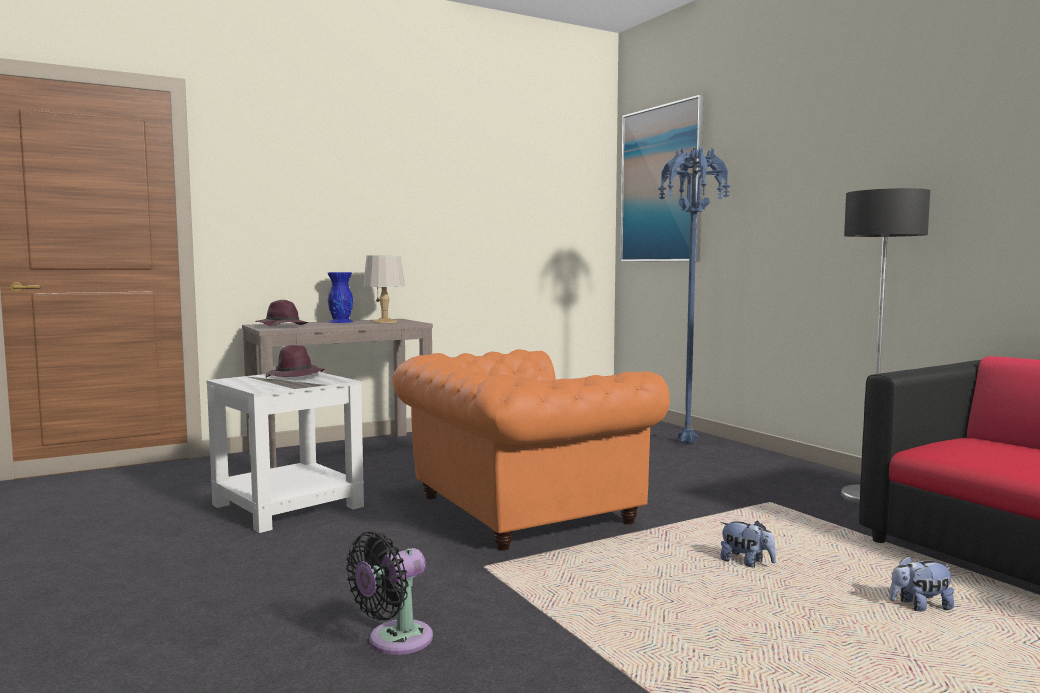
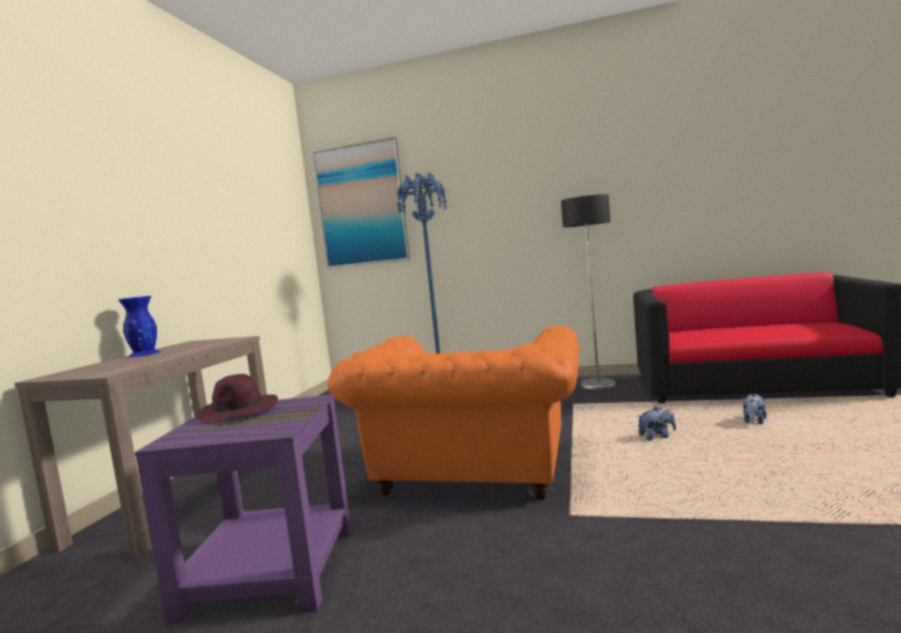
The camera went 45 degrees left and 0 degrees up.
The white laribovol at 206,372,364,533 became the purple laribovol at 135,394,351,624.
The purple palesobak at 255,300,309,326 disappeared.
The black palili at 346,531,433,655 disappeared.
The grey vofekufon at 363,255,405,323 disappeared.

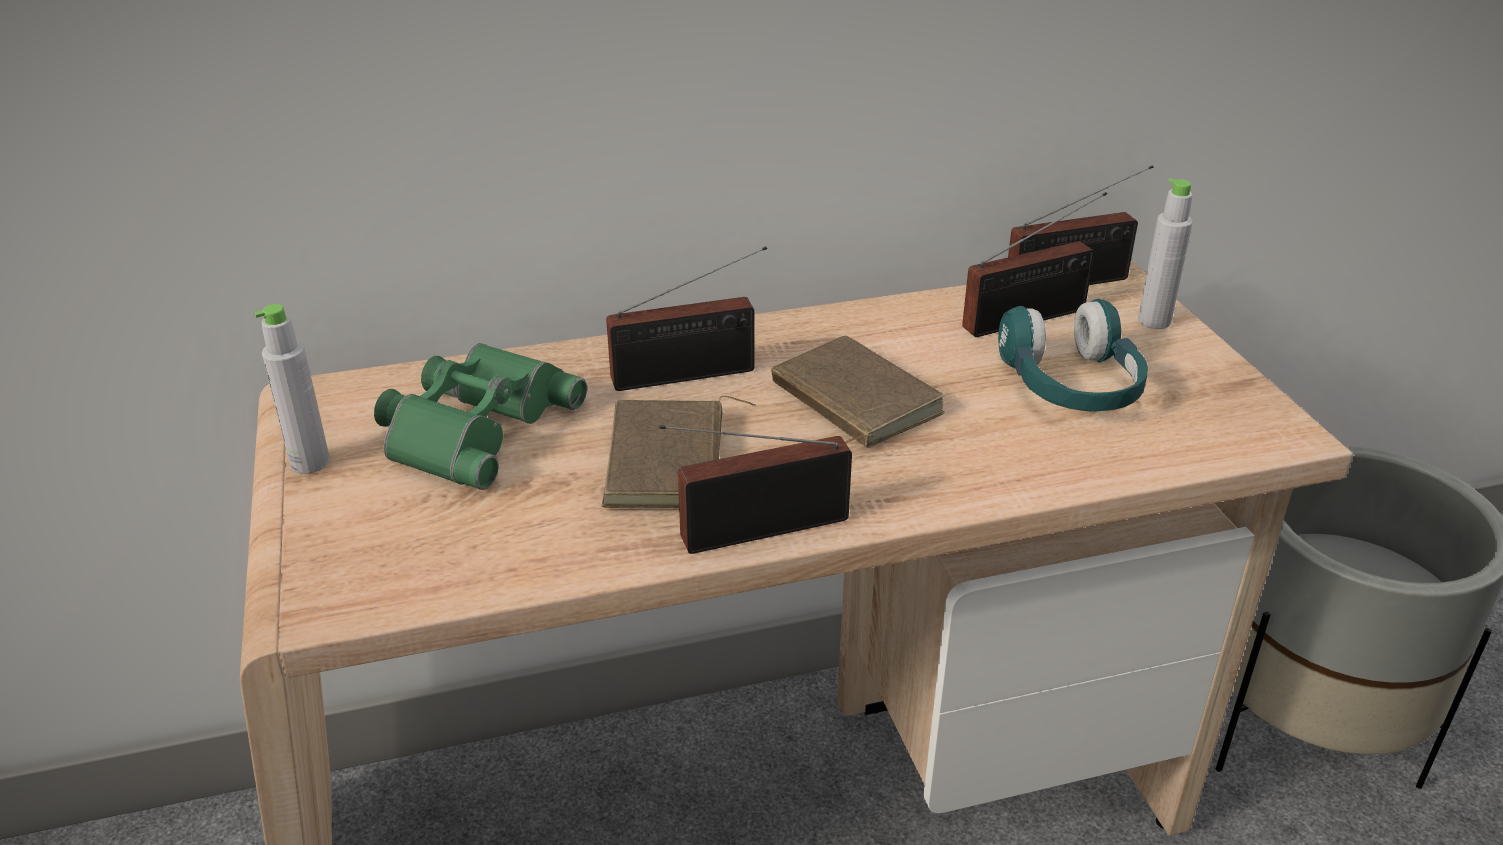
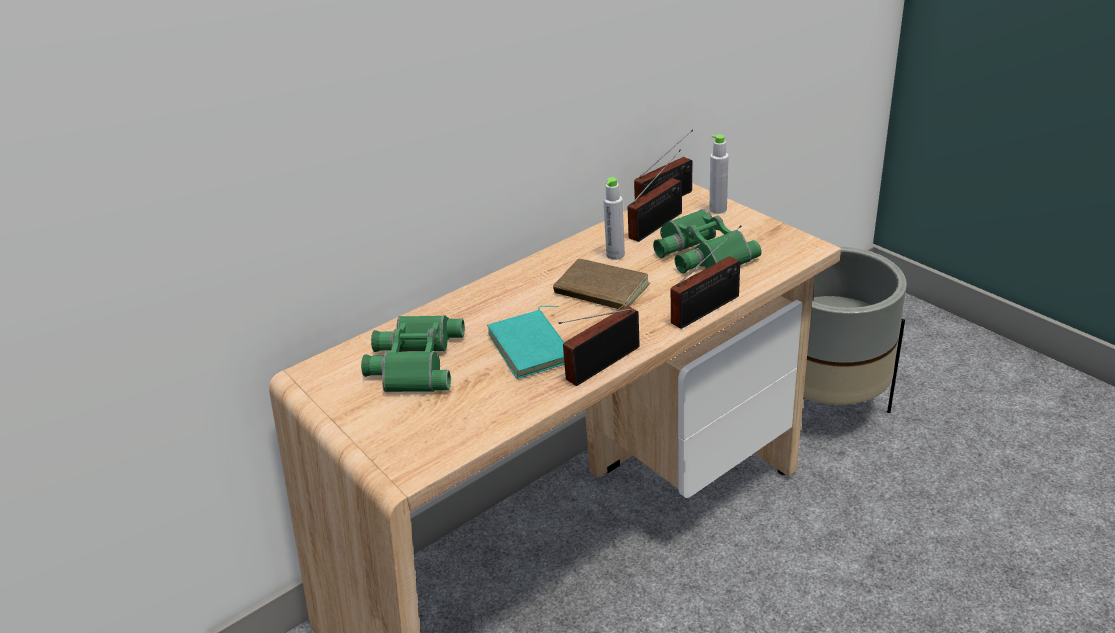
The camera went 20 degrees left and 0 degrees up.
The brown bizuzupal at 602,396,756,508 became the turquoise bizuzupal at 487,306,565,379.
The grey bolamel moved from 254,304,330,474 to 603,177,625,260.
The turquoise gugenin at 998,299,1148,412 was replaced by the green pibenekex at 653,209,761,274.
The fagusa moved from 606,246,767,391 to 671,225,742,329.

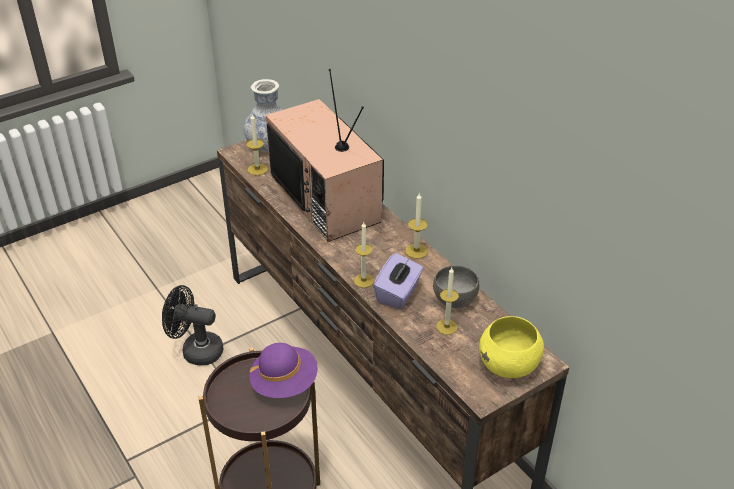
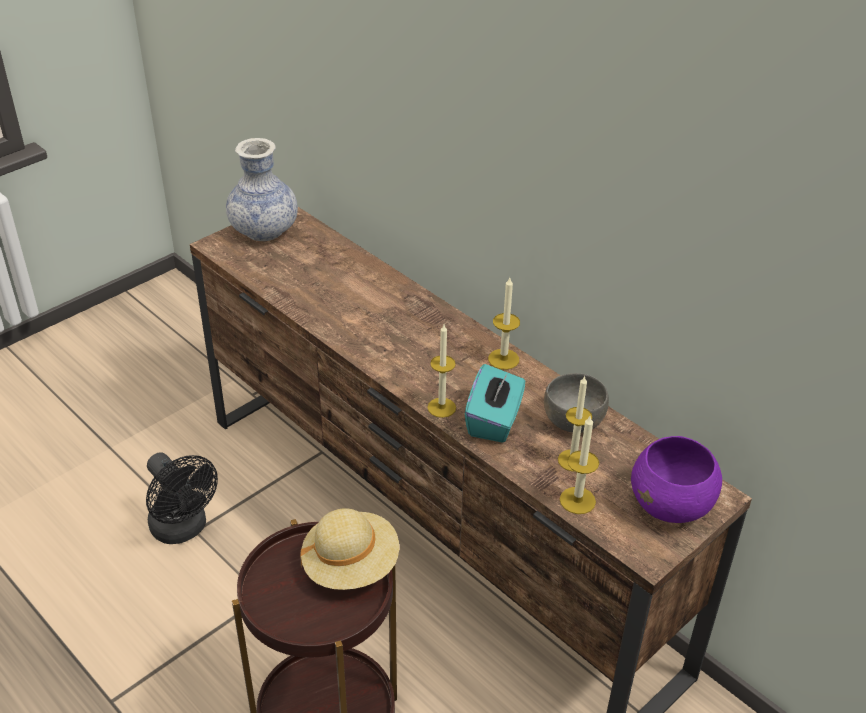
The camera went 10 degrees left and 0 degrees up.
The black palili at 162,285,223,365 turned 135 degrees counterclockwise.
The purple palesobak at 250,343,318,398 became the beige palesobak at 300,508,399,590.
The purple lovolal at 373,253,423,309 became the turquoise lovolal at 465,364,525,443.
The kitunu moved from 246,114,268,175 to 560,416,599,514.
The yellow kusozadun at 479,316,544,378 became the purple kusozadun at 631,436,722,523.
The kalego at 266,69,384,242 disappeared.

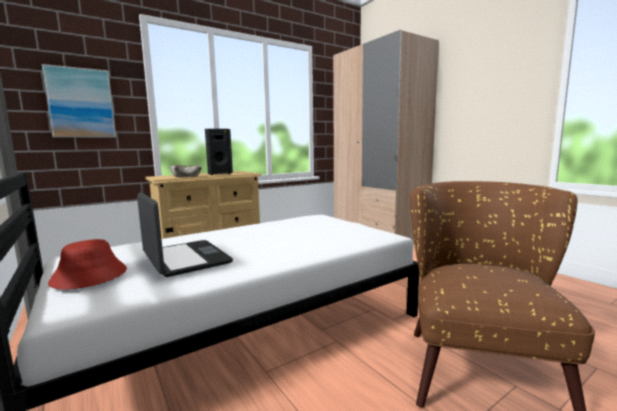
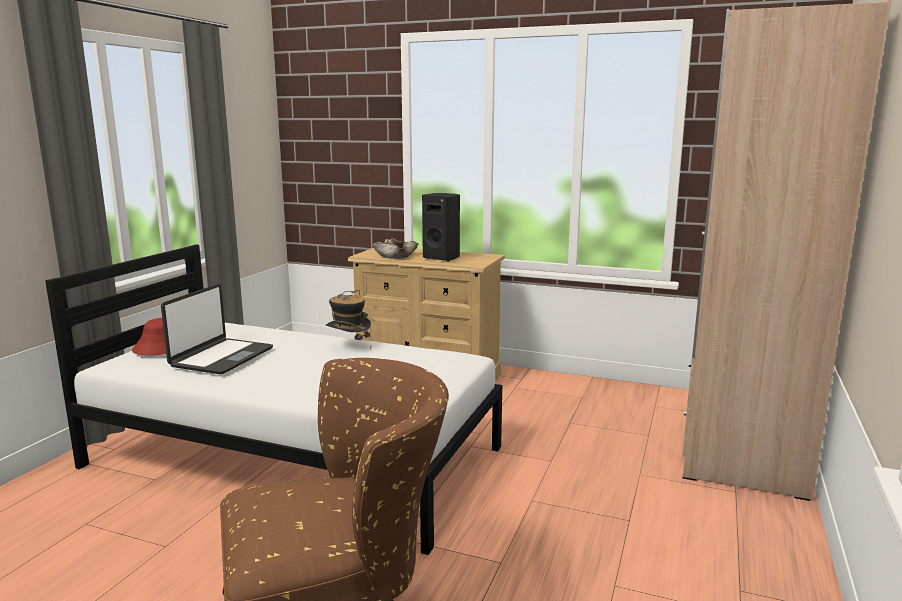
The camera went 55 degrees right and 5 degrees up.
The palesobak at 326,290,371,340 appeared.
The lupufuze at 41,64,116,138 disappeared.

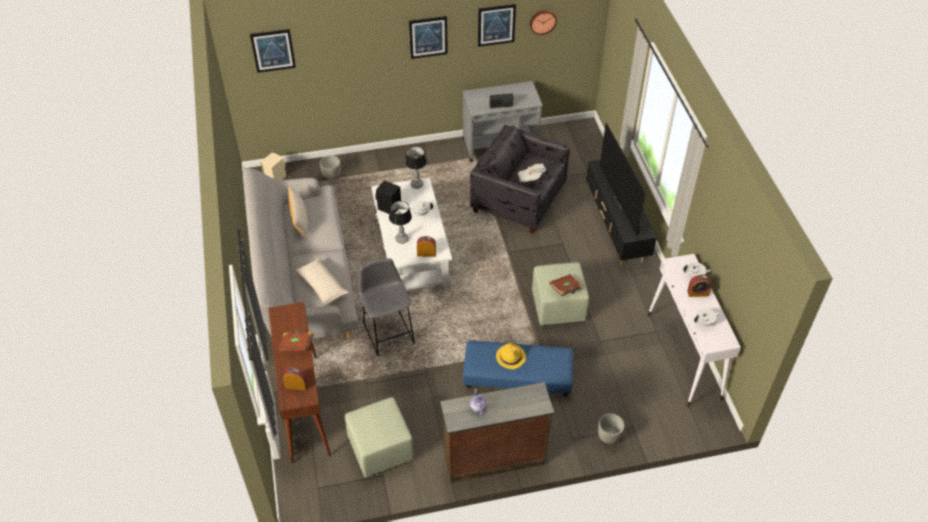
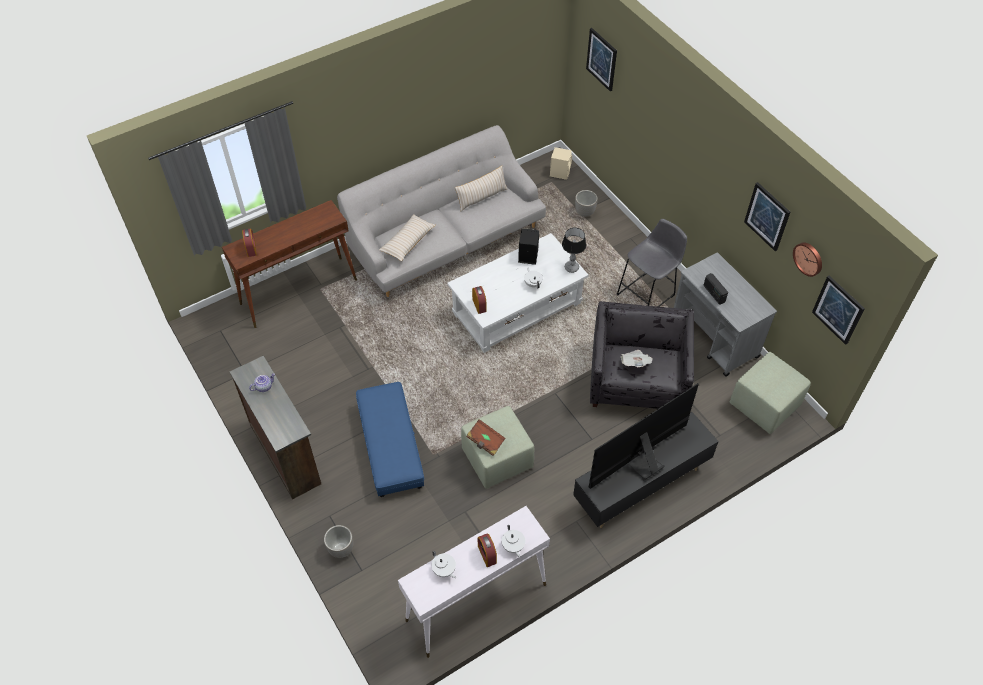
The camera went 70 degrees right and 5 degrees up.
The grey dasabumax moved from 359,258,415,356 to 616,219,687,307.
The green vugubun moved from 345,397,414,478 to 729,352,811,434.
The lupufuze moved from 409,16,448,59 to 812,276,865,345.
The brown bizuzupal at 278,331,314,352 disappeared.
The vofekufon at 389,201,412,244 disappeared.
The yellow palesobak at 496,343,526,369 disappeared.

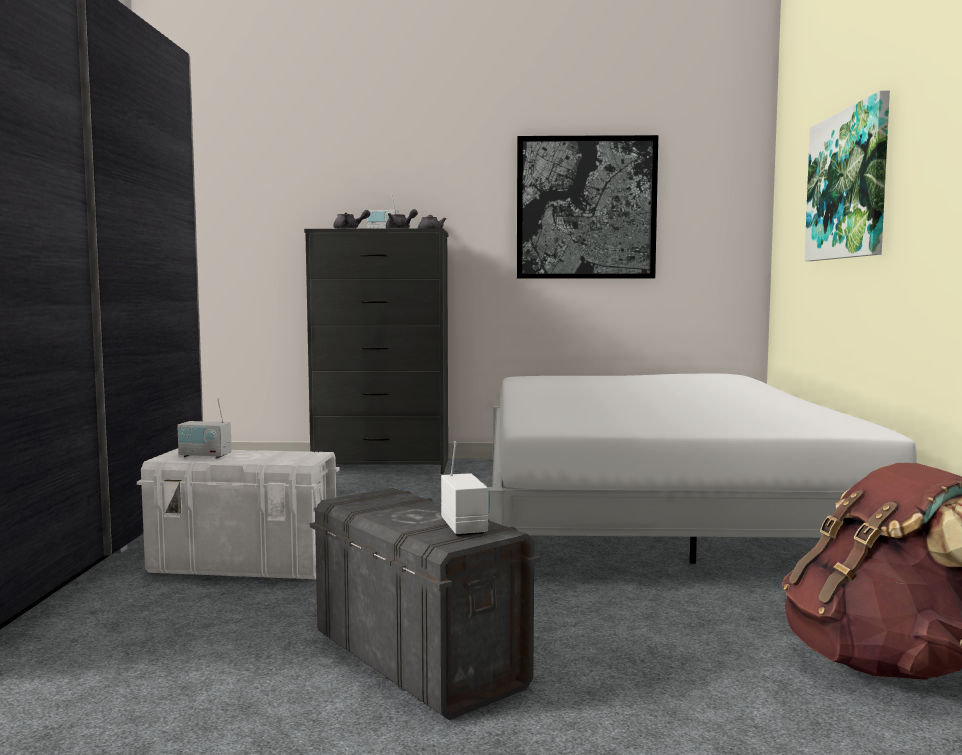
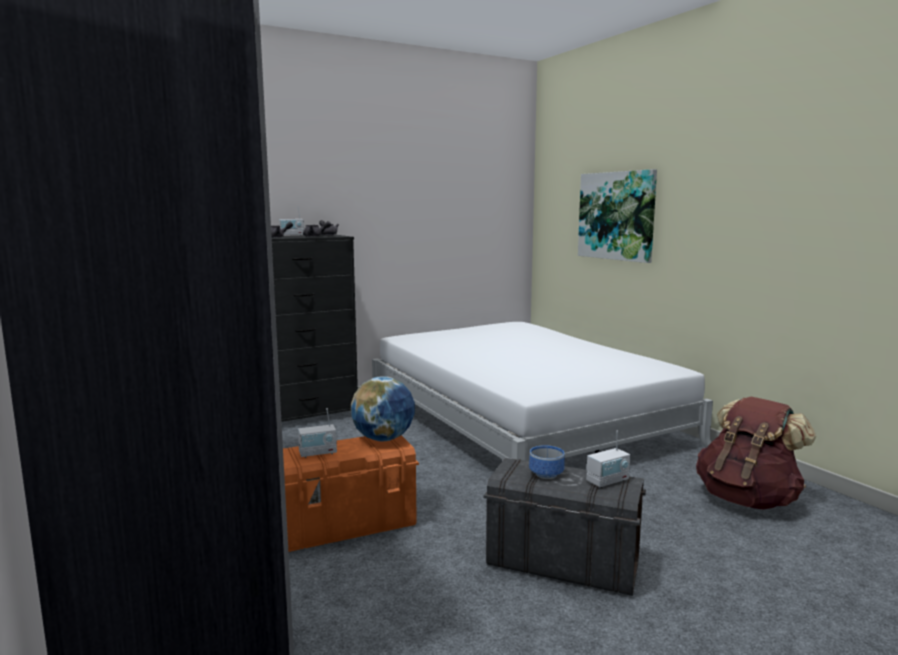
The camera went 30 degrees left and 5 degrees up.
The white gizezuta at 137,449,340,579 became the orange gizezuta at 283,435,419,552.
The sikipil at 351,376,415,441 appeared.
The kusozadun at 529,445,565,479 appeared.
The fagusa at 441,441,490,536 turned 105 degrees clockwise.
The lupufuze at 517,135,658,279 disappeared.

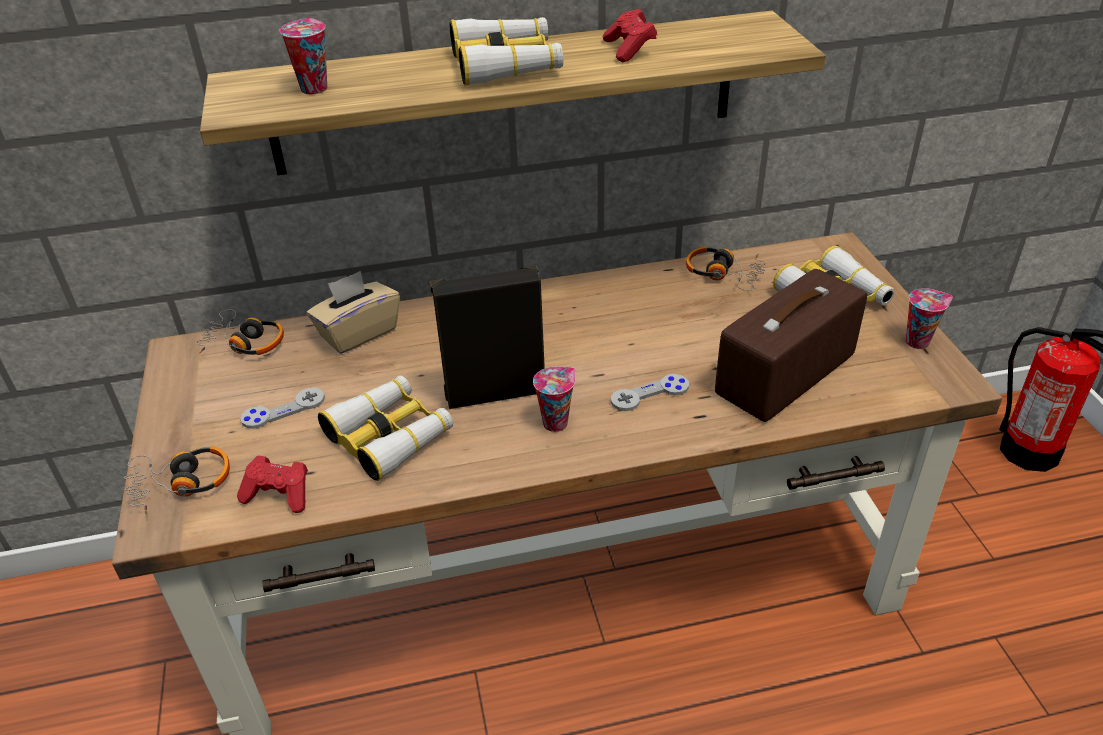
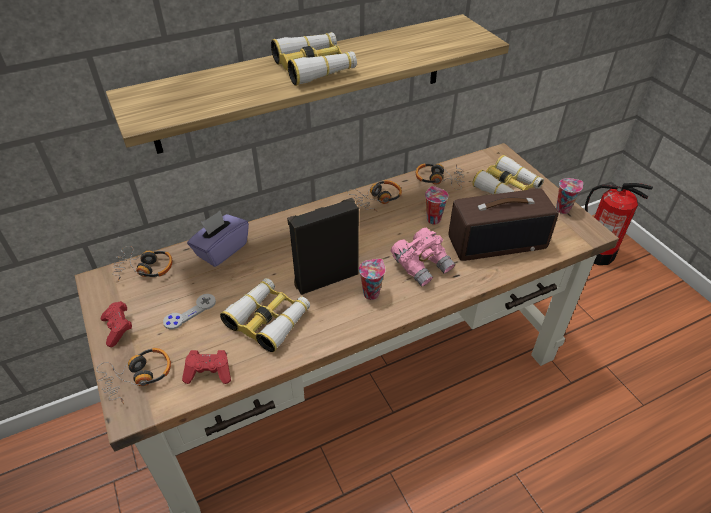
The camera went 15 degrees left and 5 degrees up.
The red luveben moved from 603,9,657,62 to 101,301,132,347.
The beige lovolal at 307,271,400,354 became the purple lovolal at 187,211,249,267.
The gugenin at 347,180,402,212 appeared.
The grey luveben at 611,374,689,411 was replaced by the pink pibenekex at 391,228,455,287.
The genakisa moved from 279,18,327,94 to 425,186,448,225.
The fagusa at 715,269,867,422 turned 135 degrees counterclockwise.

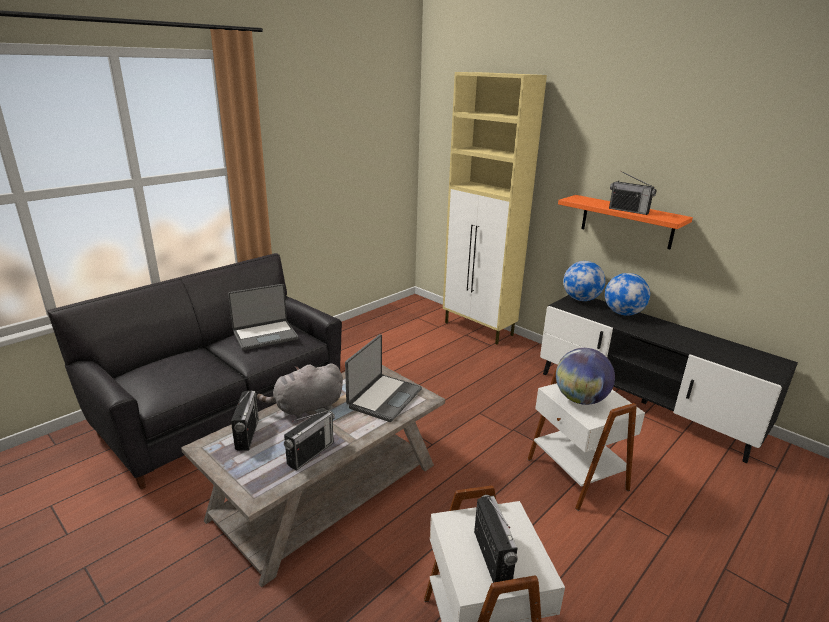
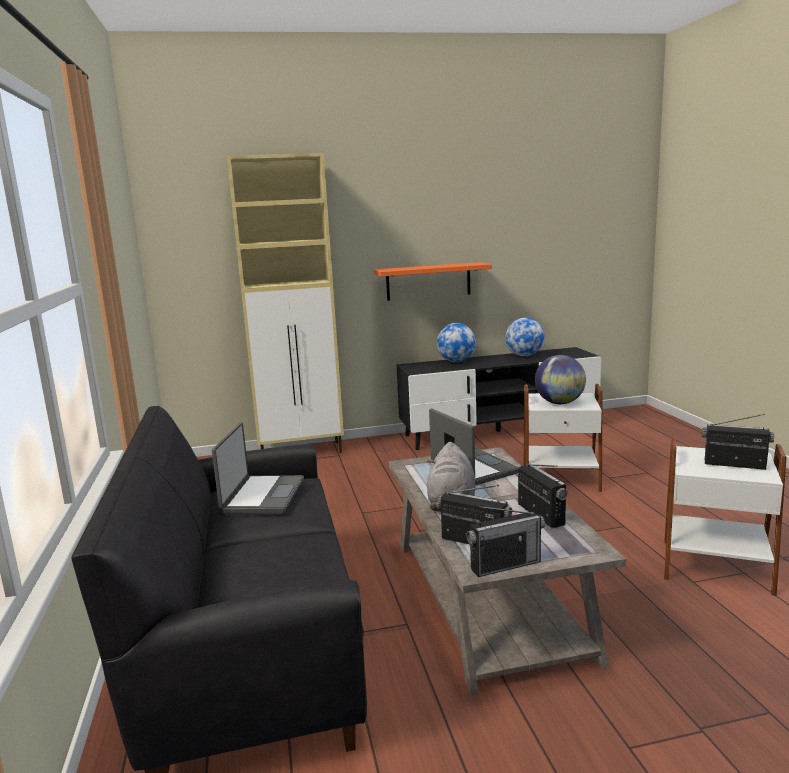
The camera went 55 degrees left and 10 degrees down.
The fagusa moved from 609,171,657,215 to 467,506,545,577.
The sikipil moved from 563,261,605,301 to 505,318,545,356.

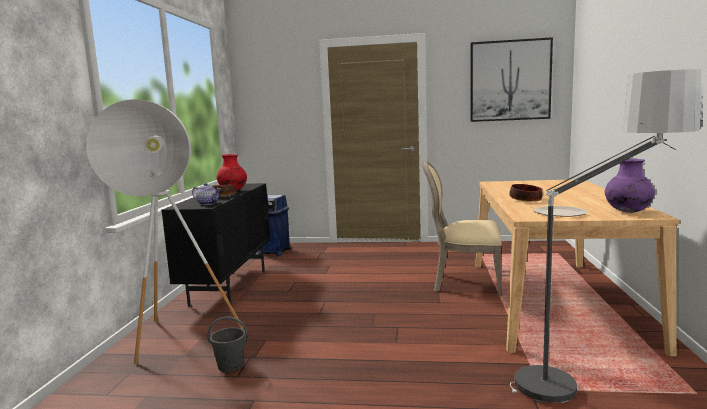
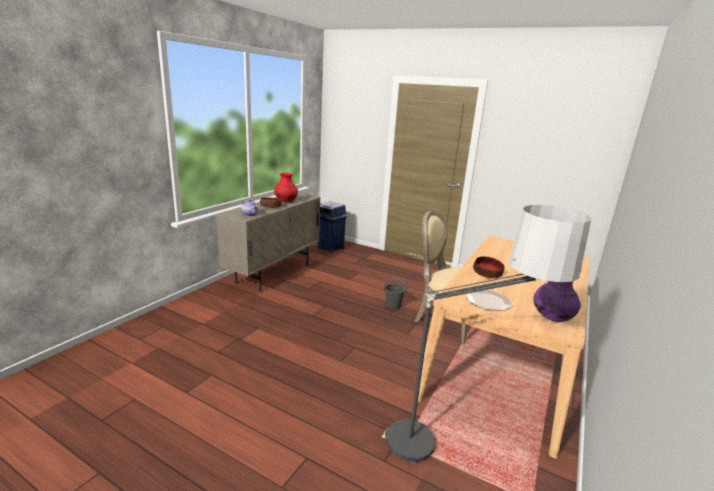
The camera went 20 degrees right and 10 degrees up.
The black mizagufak at 161,183,271,307 became the beige mizagufak at 216,193,320,292.
The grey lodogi moved from 208,316,248,372 to 384,277,407,309.
The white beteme at 86,99,244,365 disappeared.
The lupufuze at 470,37,553,122 disappeared.

